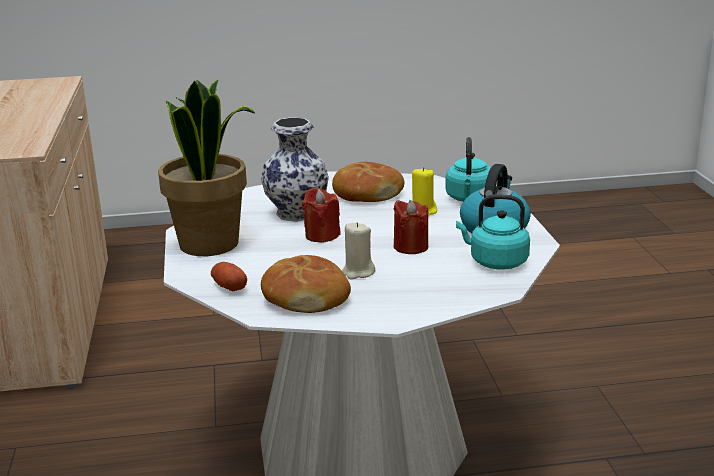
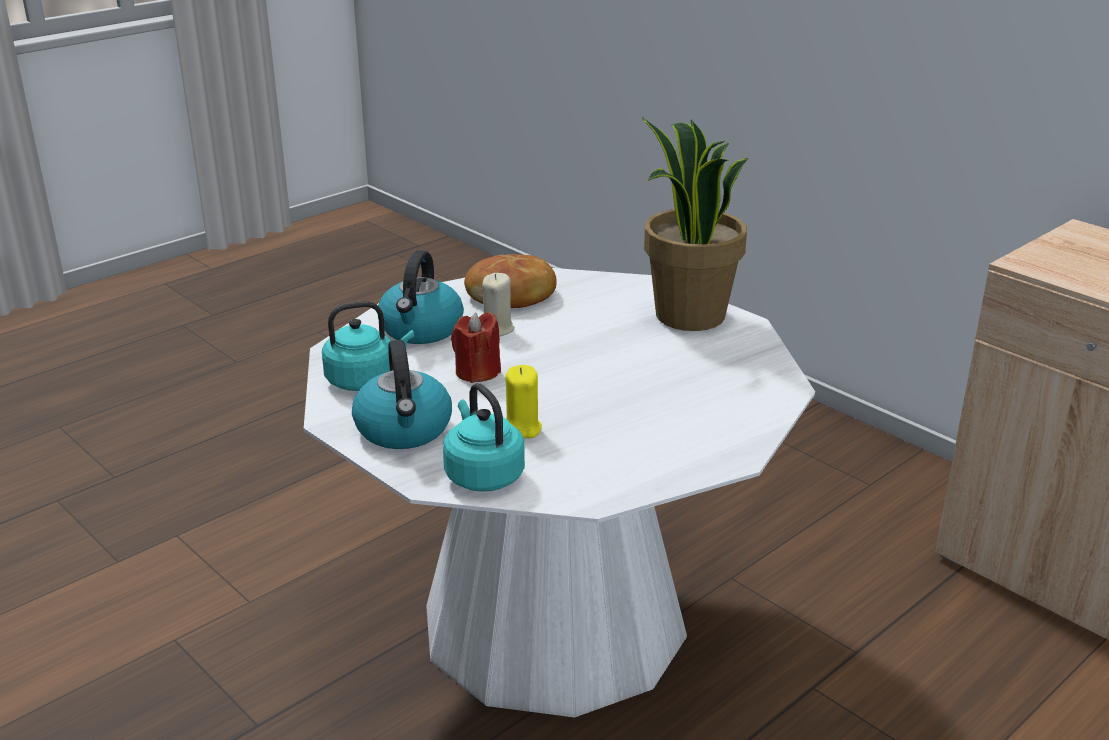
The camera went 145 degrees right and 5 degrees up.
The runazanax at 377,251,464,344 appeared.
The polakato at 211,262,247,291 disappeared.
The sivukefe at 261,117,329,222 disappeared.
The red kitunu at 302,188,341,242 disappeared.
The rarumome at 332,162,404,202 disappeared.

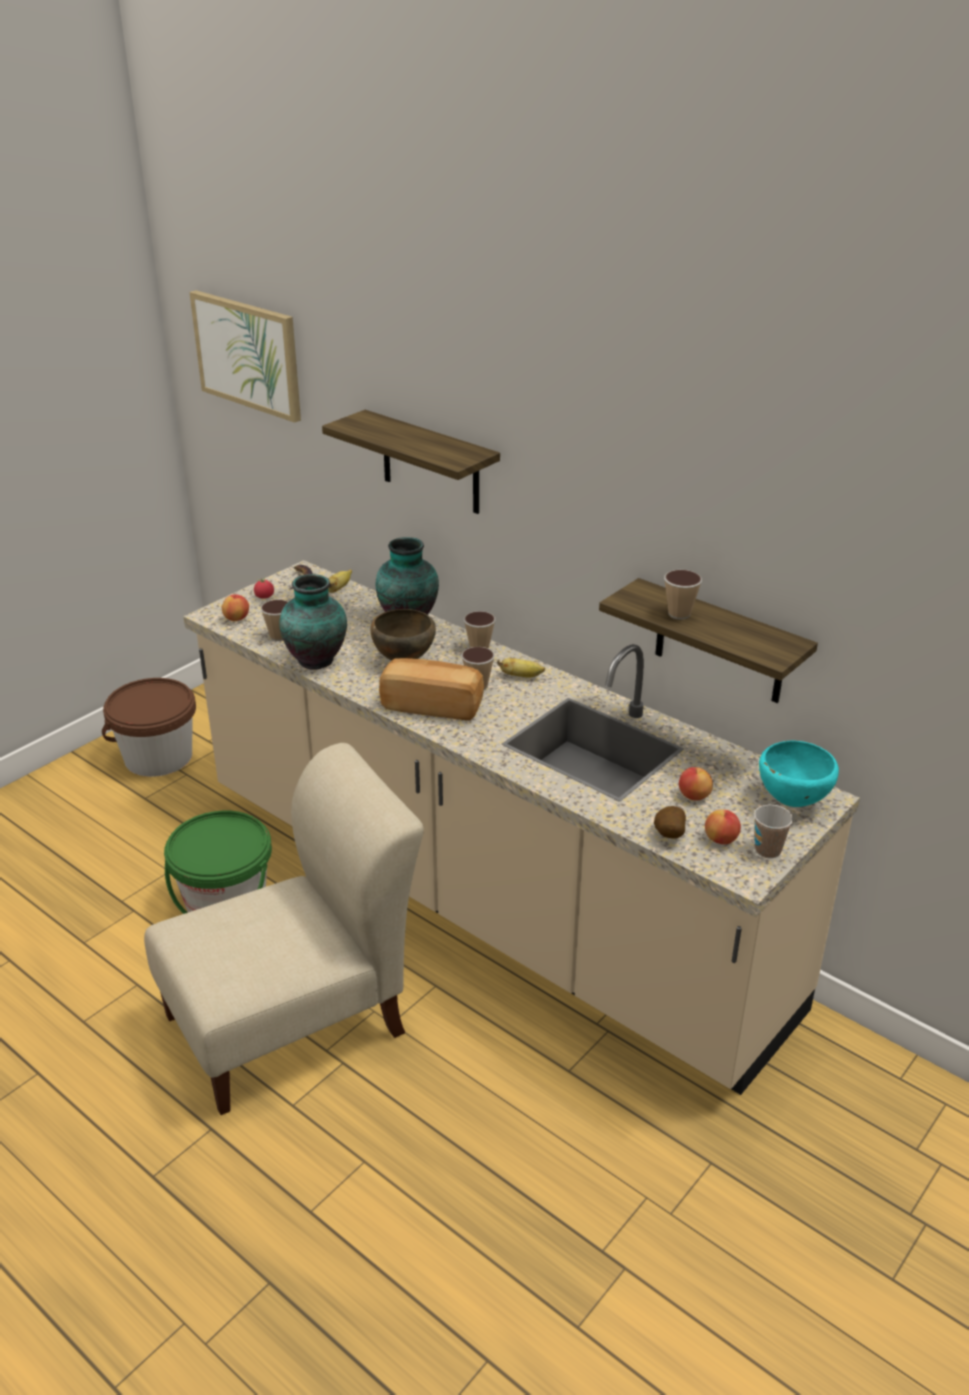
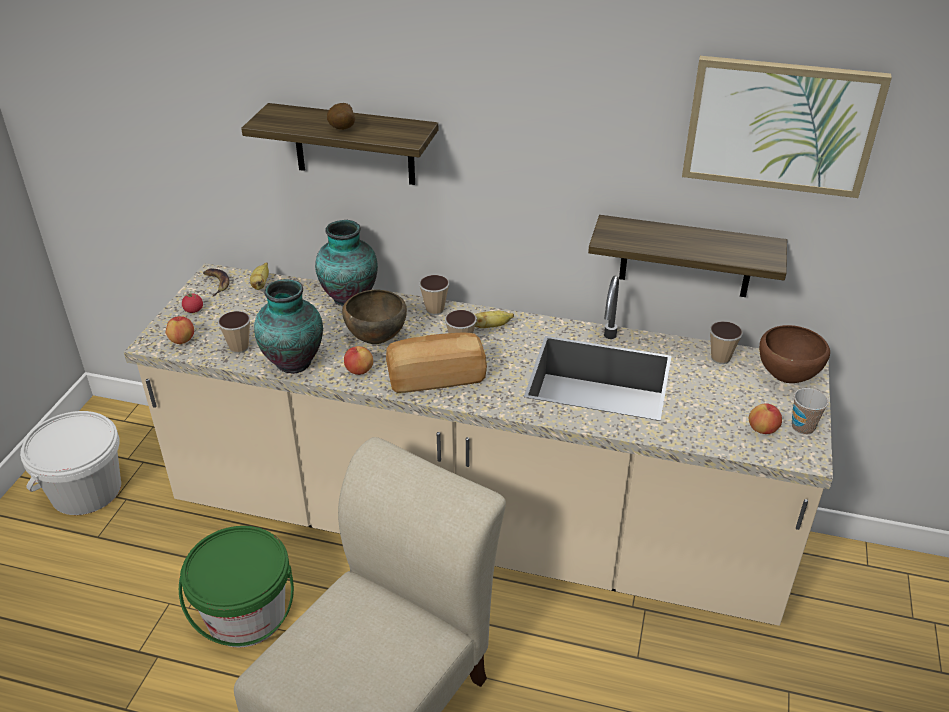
The camera went 25 degrees left and 5 degrees up.
The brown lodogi at 102,678,196,777 became the white lodogi at 20,411,121,515.
The polakato moved from 654,806,686,839 to 327,103,355,130.
The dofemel moved from 679,767,713,800 to 344,346,373,375.
The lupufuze moved from 189,290,301,423 to 682,56,892,198.
The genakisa moved from 664,570,702,620 to 710,321,743,364.
The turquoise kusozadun at 759,741,839,807 became the brown kusozadun at 759,325,830,383.

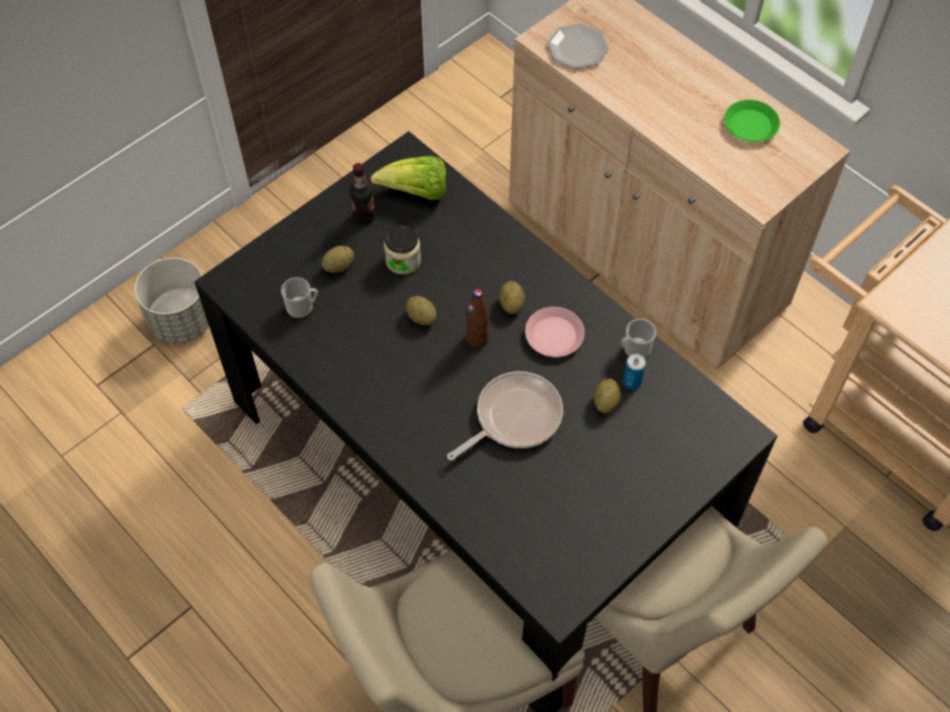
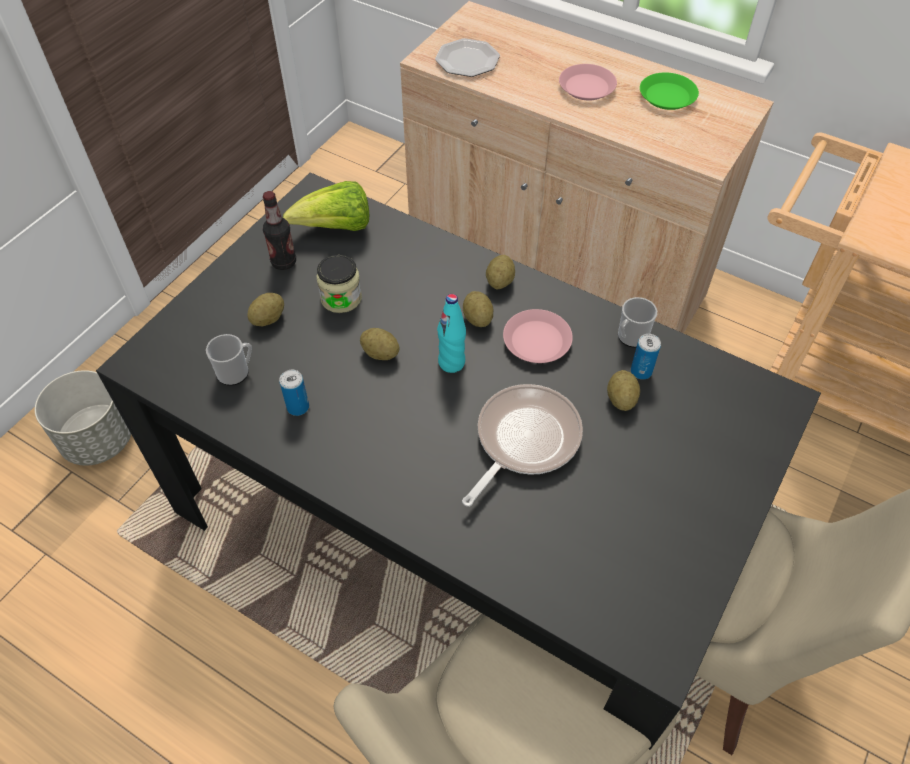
The camera went 15 degrees left and 5 degrees down.
The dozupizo at 279,370,309,416 appeared.
The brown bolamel at 466,289,489,348 became the turquoise bolamel at 437,294,466,373.
The polakato at 486,255,515,289 appeared.
The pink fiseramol at 559,64,617,100 appeared.

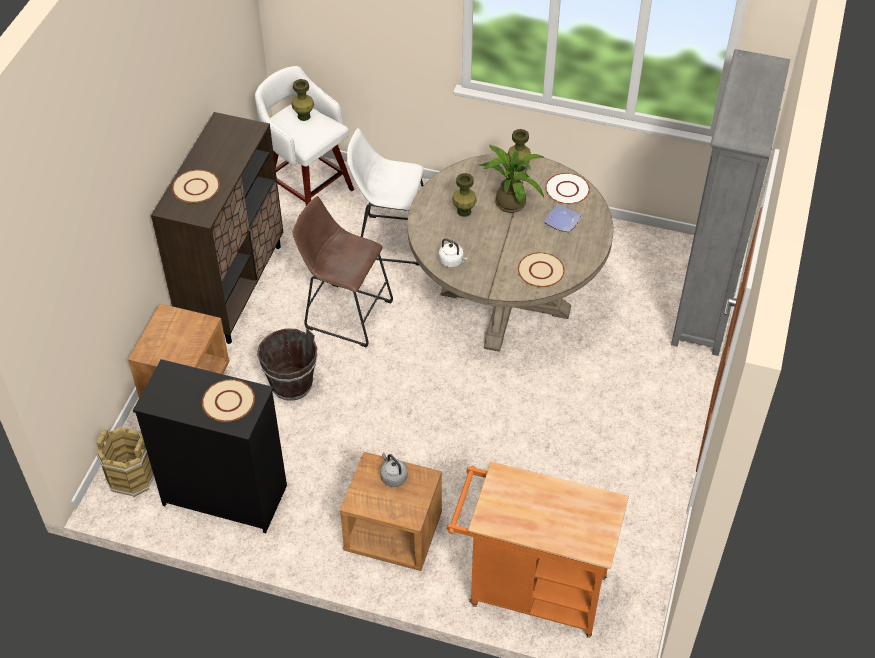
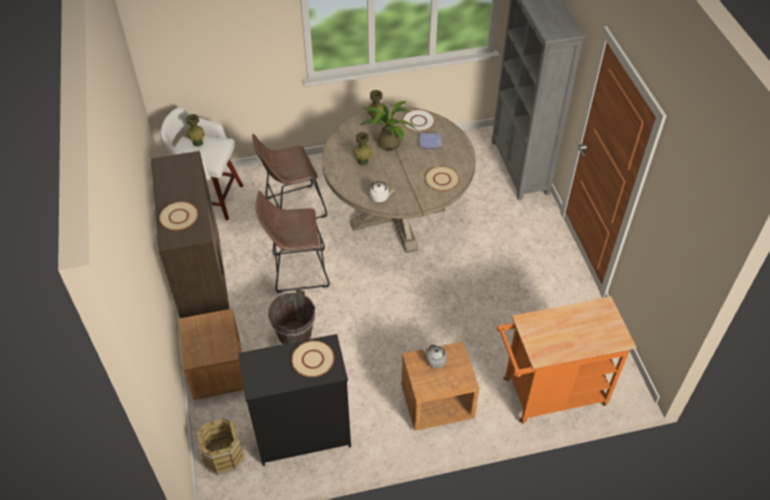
The camera went 30 degrees left and 0 degrees up.
The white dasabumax at 347,128,423,266 became the brown dasabumax at 252,134,327,219.

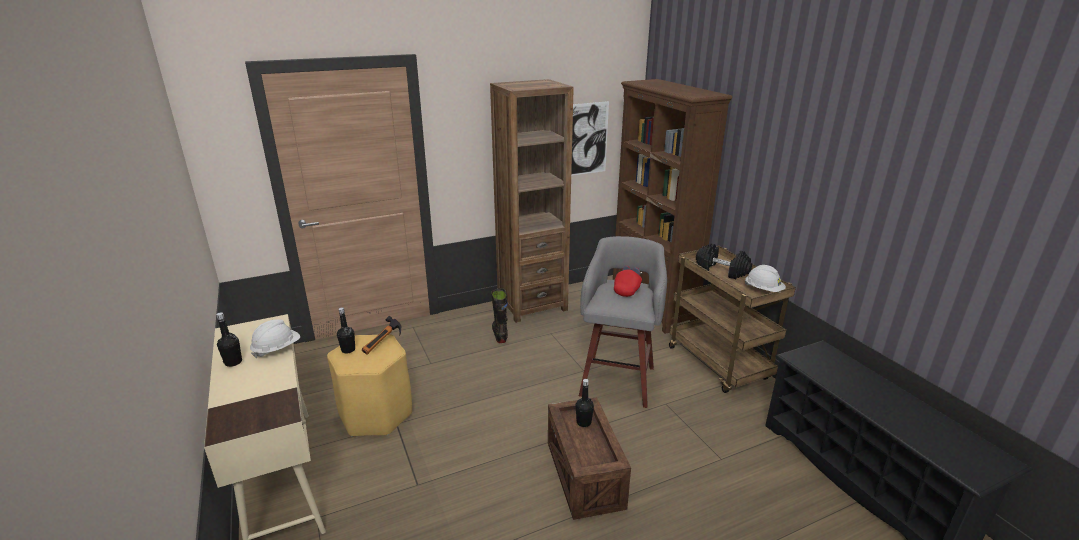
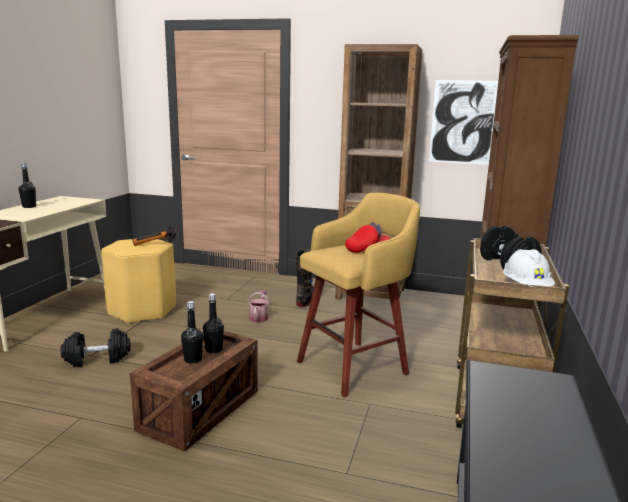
The camera went 40 degrees right and 10 degrees down.
The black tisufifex at 61,328,131,367 appeared.
The black bolamel moved from 337,307,355,353 to 181,301,203,363.
The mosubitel at 248,290,269,323 appeared.
The grey dasabumax at 579,236,667,408 became the yellow dasabumax at 297,193,420,397.
The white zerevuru at 250,319,300,359 disappeared.

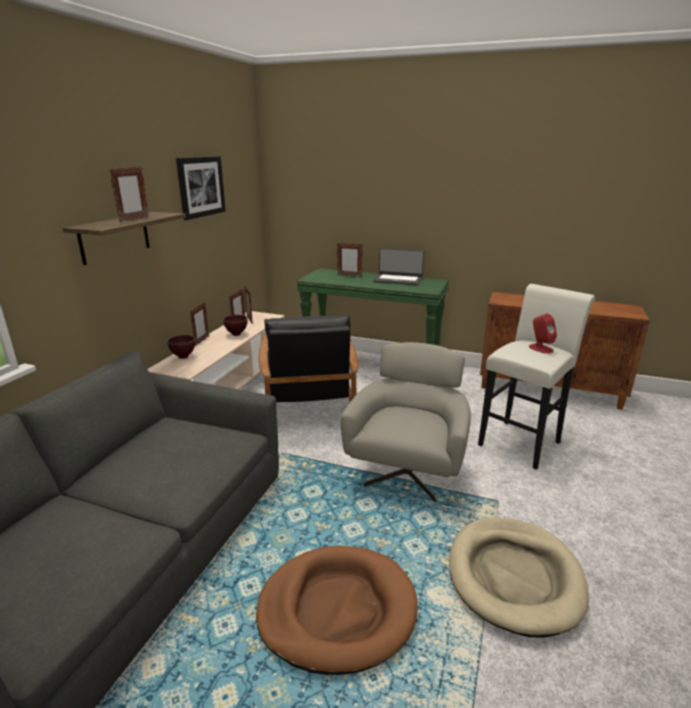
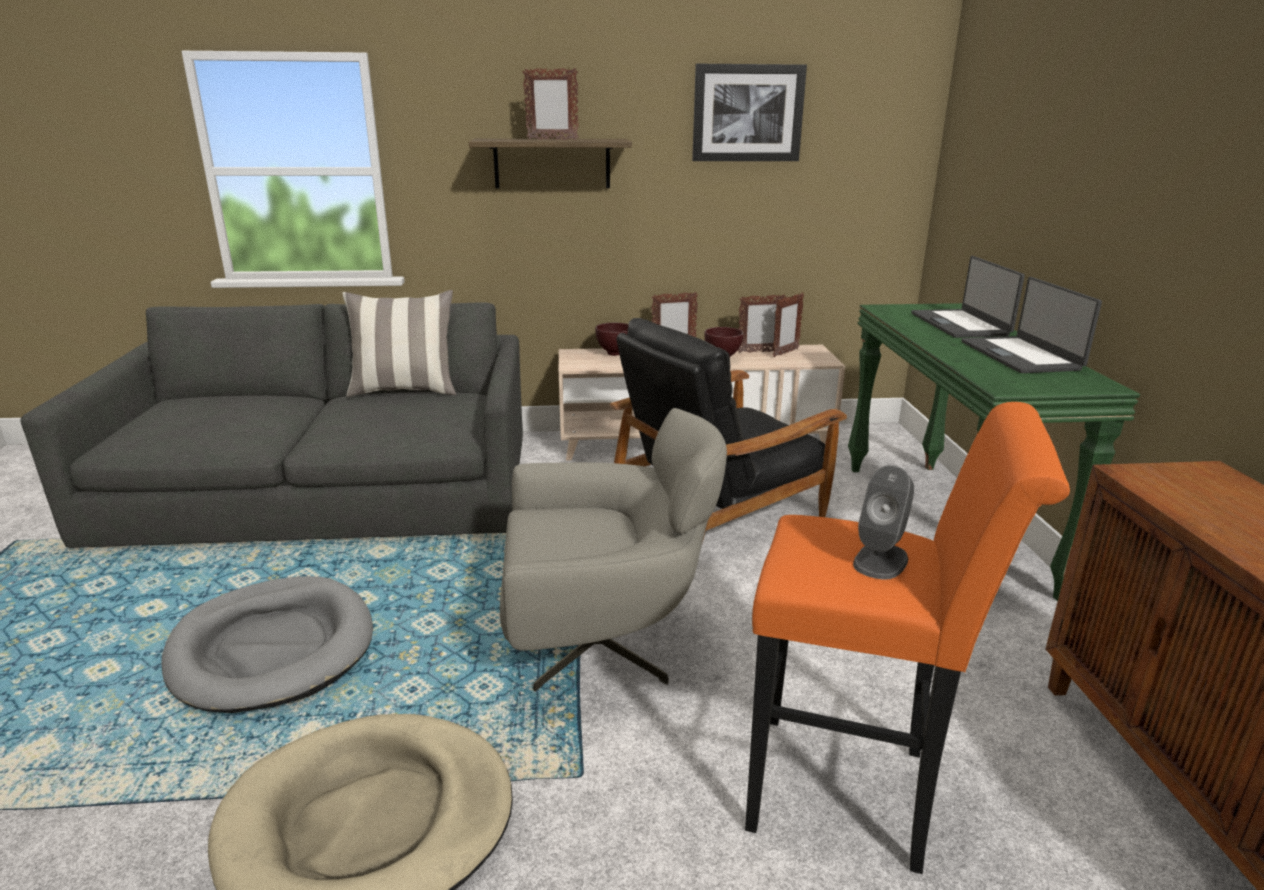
The camera went 65 degrees right and 0 degrees up.
The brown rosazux at 256,546,418,675 became the grey rosazux at 161,576,373,713.
The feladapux at 342,290,456,397 appeared.
The white dasabumax at 478,284,595,470 became the orange dasabumax at 745,402,1070,874.
The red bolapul at 529,314,557,353 became the grey bolapul at 853,465,914,580.
The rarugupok at 337,243,363,277 was replaced by the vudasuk at 911,256,1025,338.

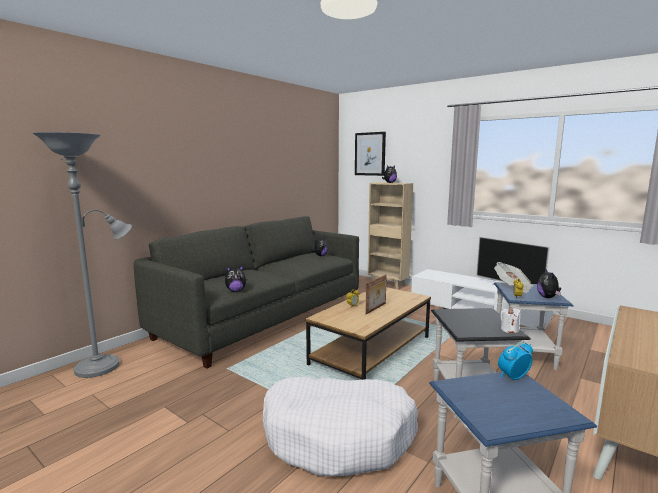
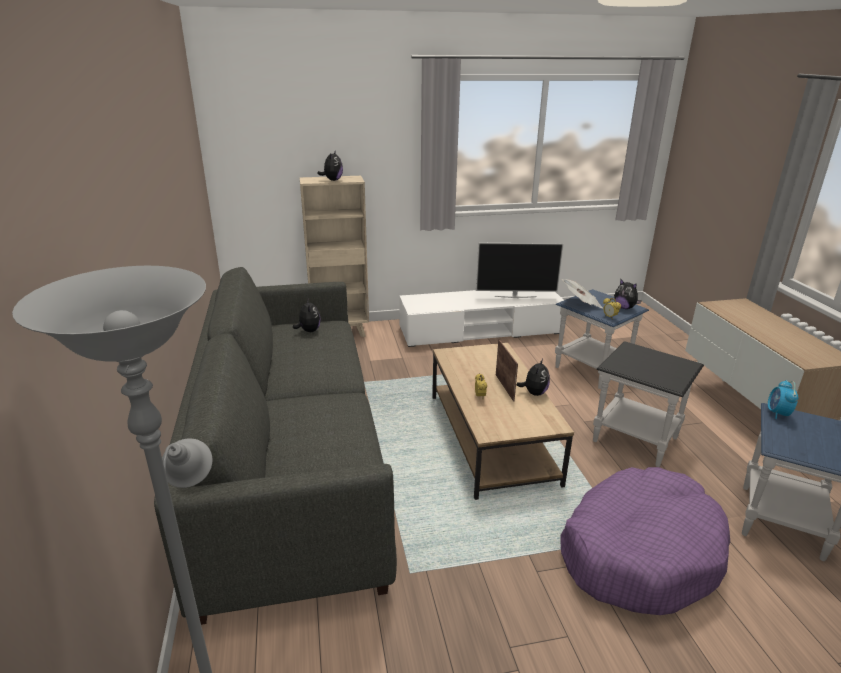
The camera went 50 degrees left and 15 degrees up.
The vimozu moved from 225,265,247,291 to 517,359,550,396.
The white rosazux at 263,376,418,476 became the purple rosazux at 560,467,730,615.
The lupufuze at 355,132,386,176 disappeared.
The white kitunu at 501,307,520,333 disappeared.

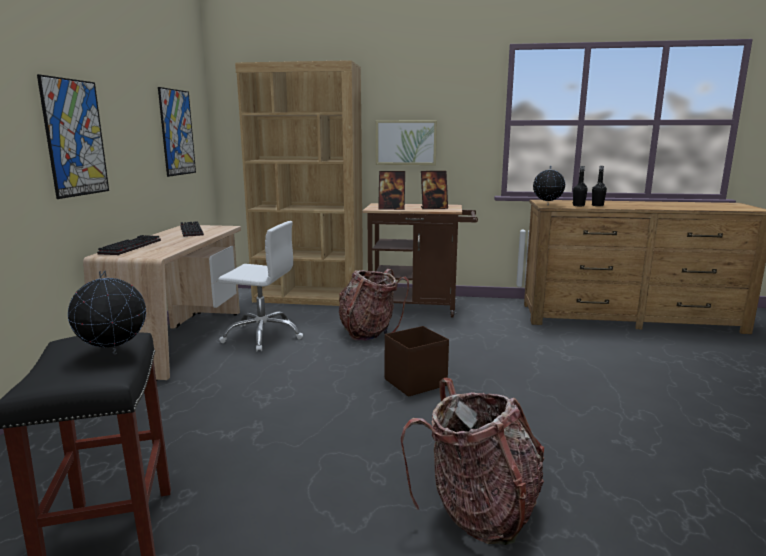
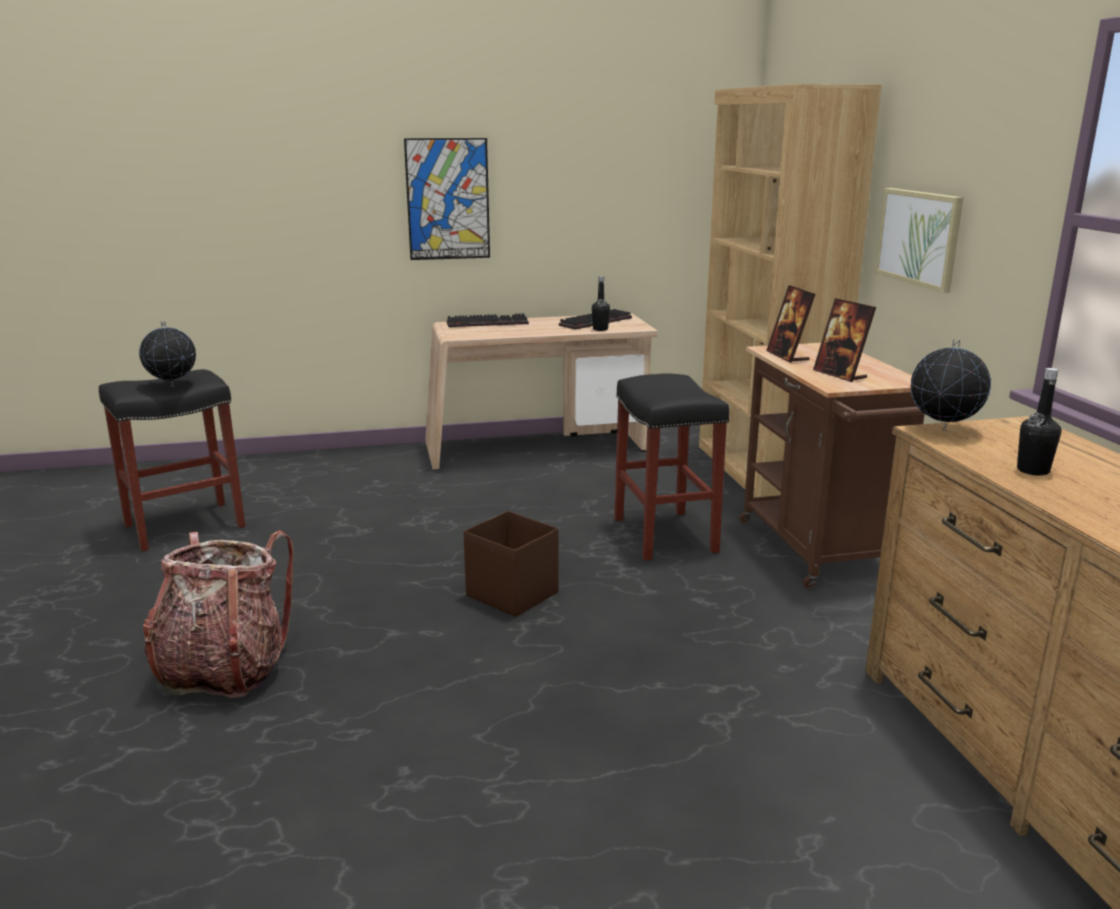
The camera went 70 degrees right and 5 degrees up.
The black bolamel moved from 573,166,588,206 to 592,276,610,331.
The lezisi at 339,269,409,341 was replaced by the black dasabumax at 614,374,729,561.
The lupufuze at 158,87,196,177 disappeared.
The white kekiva at 218,221,303,352 disappeared.

